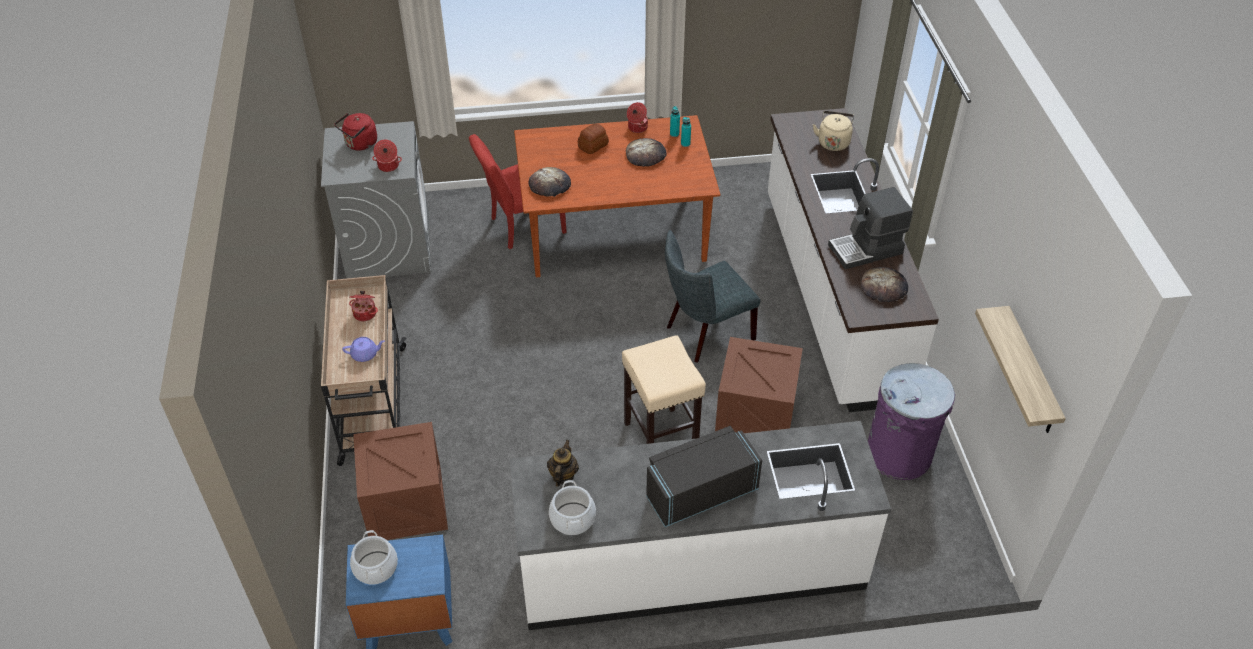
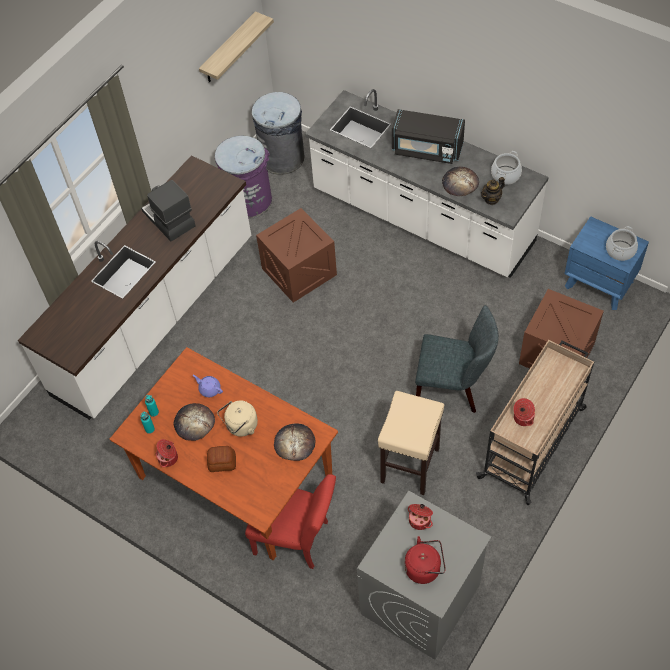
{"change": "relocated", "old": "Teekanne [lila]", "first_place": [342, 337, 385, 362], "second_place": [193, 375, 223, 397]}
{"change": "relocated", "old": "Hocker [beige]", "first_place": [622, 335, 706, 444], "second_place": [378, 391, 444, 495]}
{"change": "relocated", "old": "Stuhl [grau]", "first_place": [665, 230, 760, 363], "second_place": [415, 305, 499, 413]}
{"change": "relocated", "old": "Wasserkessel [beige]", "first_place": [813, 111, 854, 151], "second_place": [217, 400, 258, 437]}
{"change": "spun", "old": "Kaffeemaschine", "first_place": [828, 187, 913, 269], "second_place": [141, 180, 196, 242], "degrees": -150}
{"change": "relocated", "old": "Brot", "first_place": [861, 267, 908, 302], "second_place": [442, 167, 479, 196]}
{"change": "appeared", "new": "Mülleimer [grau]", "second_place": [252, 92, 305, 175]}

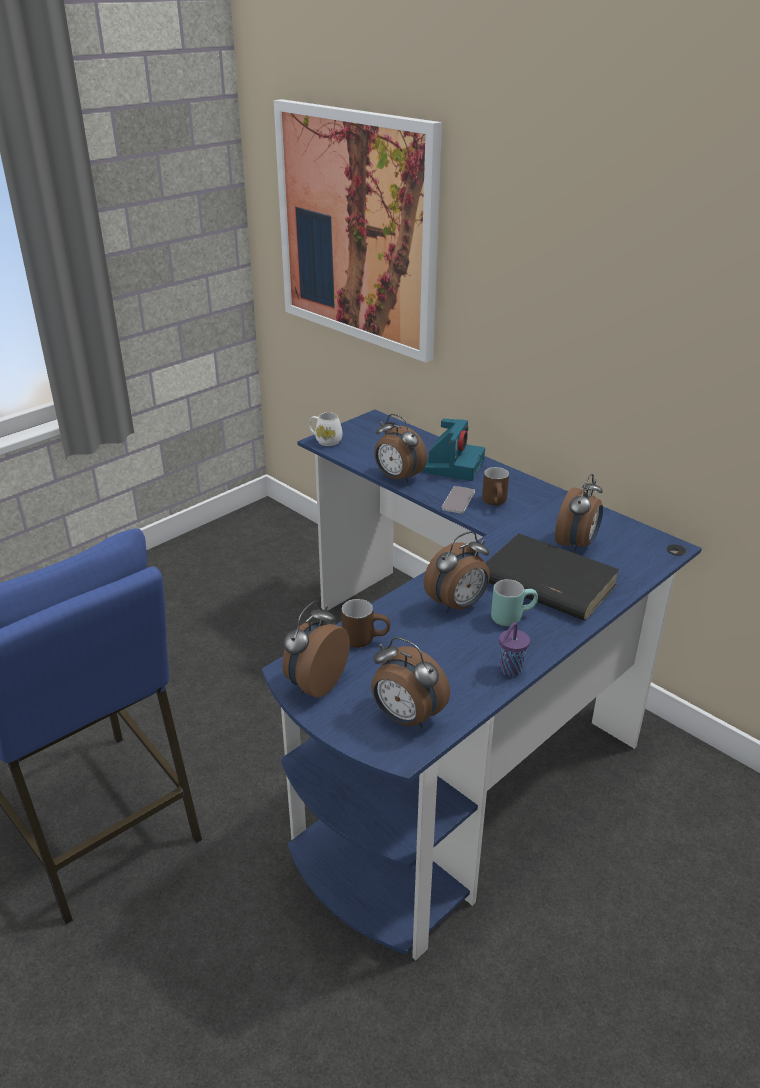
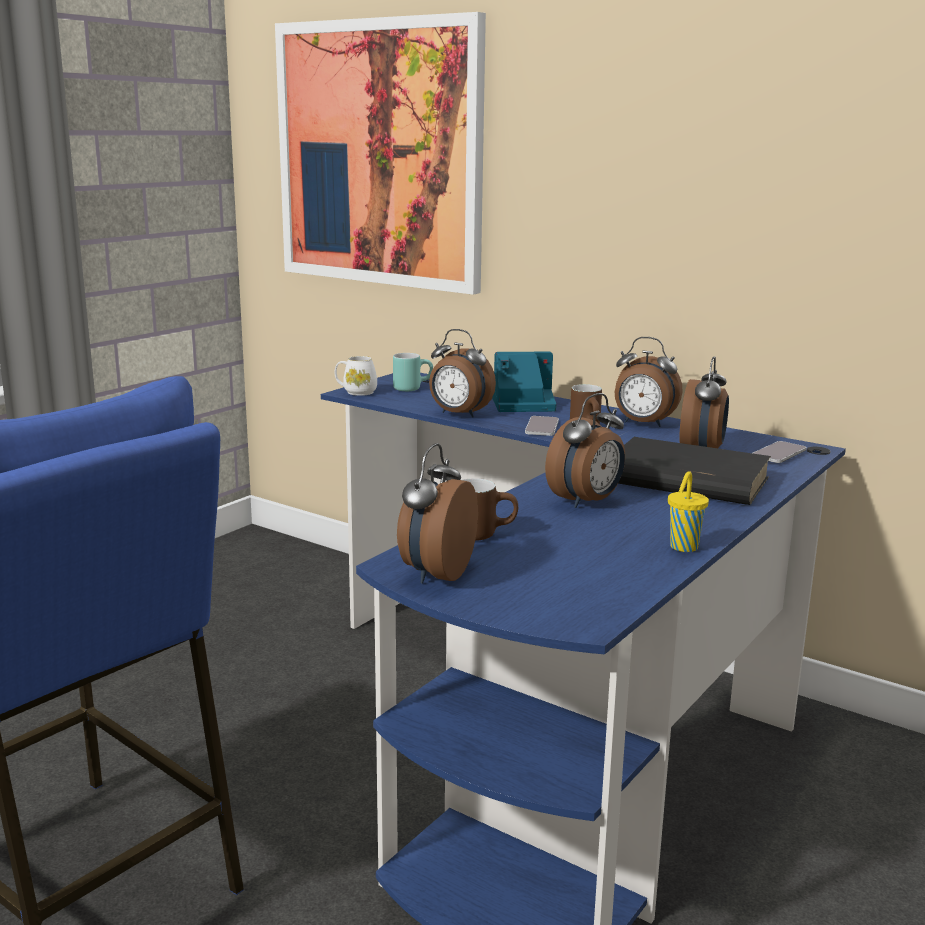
{"change": "relocated", "old": "Wecker", "first_place": [371, 637, 450, 729], "second_place": [615, 337, 683, 427]}
{"change": "spun", "old": "Kamera", "first_place": [422, 418, 485, 481], "second_place": [492, 352, 557, 412], "degrees": -105}
{"change": "relocated", "old": "Henkelbecher [türkis]", "first_place": [491, 579, 538, 626], "second_place": [393, 353, 433, 391]}
{"change": "colour", "old": "Tasse [lila]", "new": "Tasse [gelb]", "first_place": [499, 622, 530, 677], "second_place": [668, 471, 709, 552]}
{"change": "appeared", "new": "Handy", "second_place": [753, 441, 806, 463]}

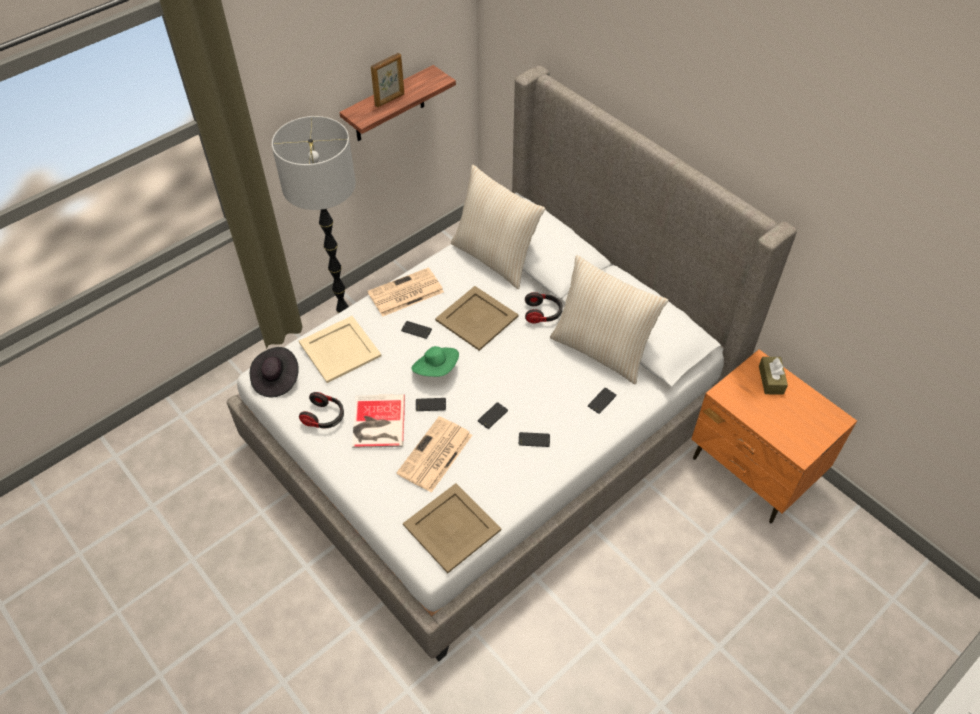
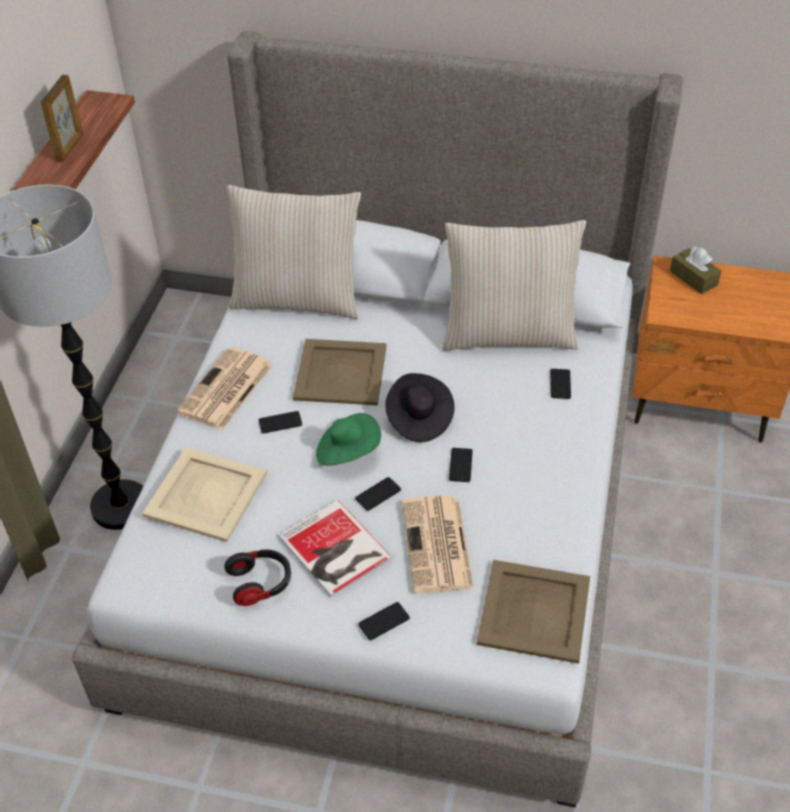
{"change": "relocated", "old": "Hut [schwarz]", "first_place": [250, 347, 299, 397], "second_place": [385, 373, 454, 442]}
{"change": "relocated", "old": "Handy", "first_place": [519, 432, 550, 447], "second_place": [358, 602, 410, 640]}
{"change": "missing", "old": "Kopfhörer", "first_place": [525, 292, 563, 323]}

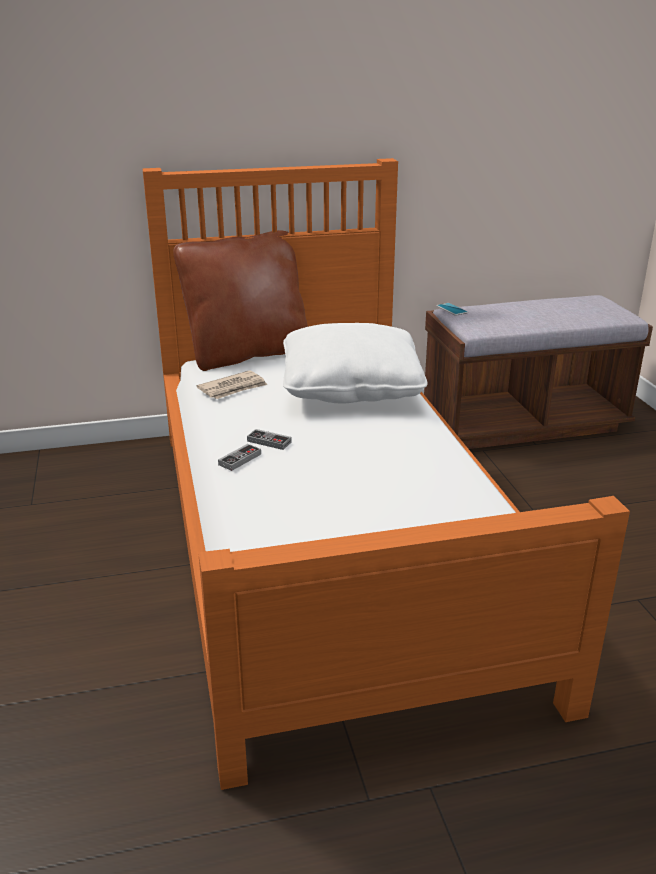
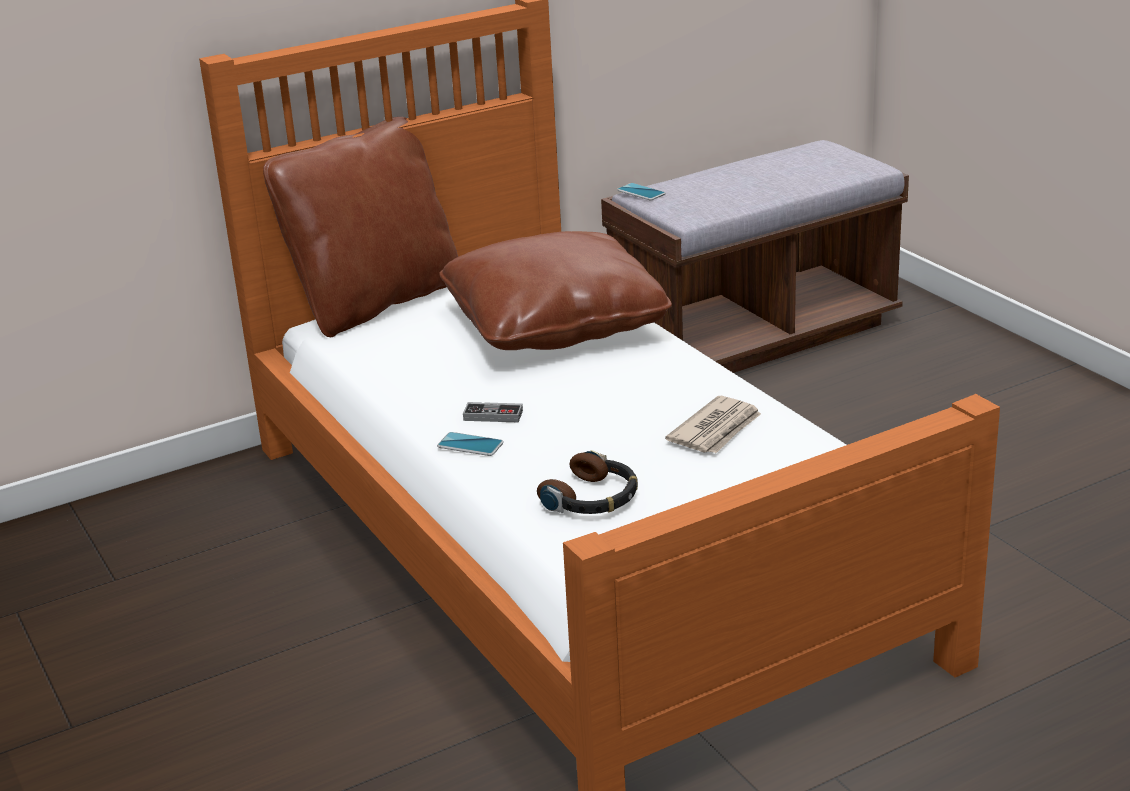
{"change": "relocated", "old": "Zeitung", "first_place": [196, 370, 268, 399], "second_place": [665, 396, 761, 453]}
{"change": "exchanged", "old": "Gamepad", "new": "Handy", "first_place": [218, 444, 261, 471], "second_place": [437, 432, 504, 456]}
{"change": "colour", "old": "Kissen [weiß]", "new": "Kissen [braun]", "first_place": [283, 323, 427, 404], "second_place": [439, 231, 672, 350]}
{"change": "appeared", "new": "Kopfhörer", "second_place": [537, 450, 638, 514]}

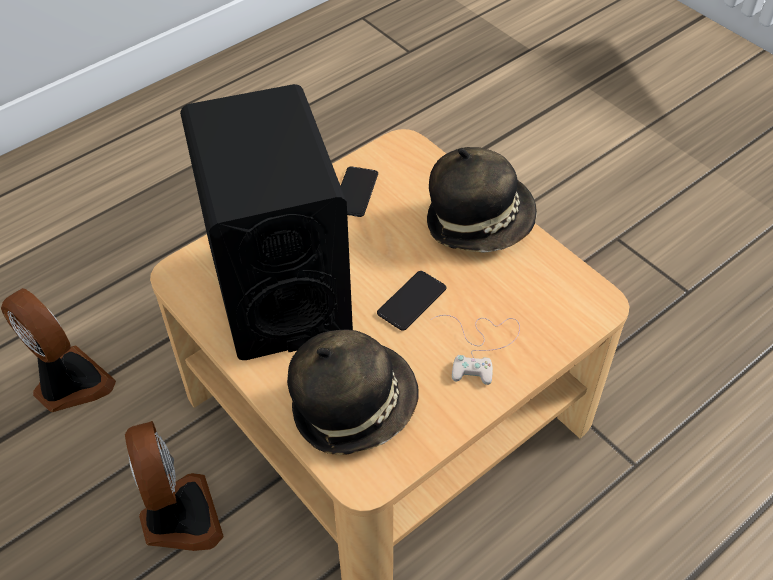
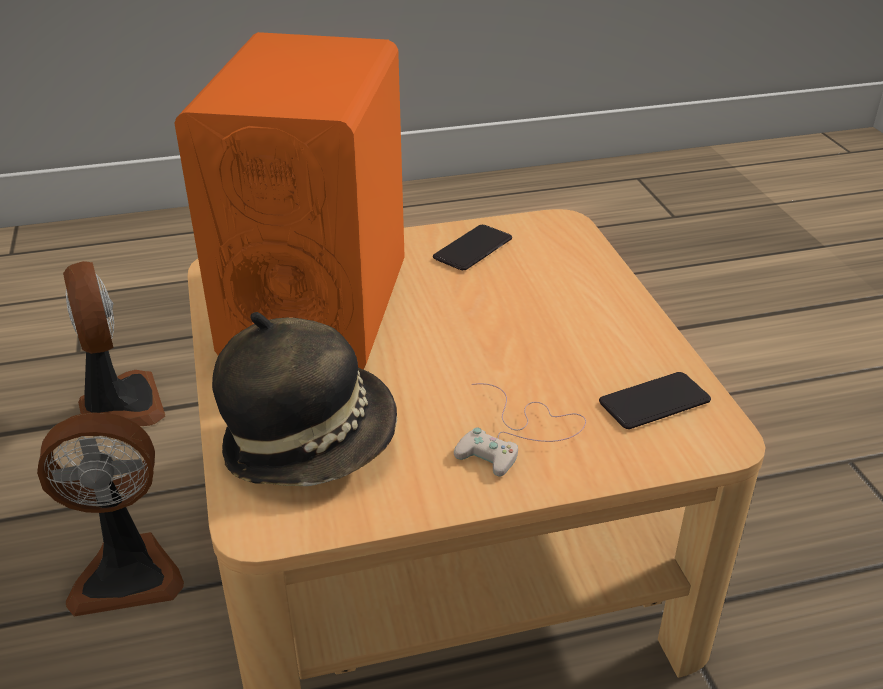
{"change": "spun", "old": "Ventilator", "first_place": [125, 421, 224, 551], "second_place": [37, 413, 184, 616], "degrees": 75}
{"change": "colour", "old": "Lautsprecher [schwarz]", "new": "Lautsprecher [orange]", "first_place": [180, 84, 353, 360], "second_place": [174, 32, 405, 369]}
{"change": "relocated", "old": "Handy", "first_place": [377, 271, 446, 331], "second_place": [599, 372, 711, 429]}
{"change": "missing", "old": "Hut", "first_place": [427, 147, 537, 252]}

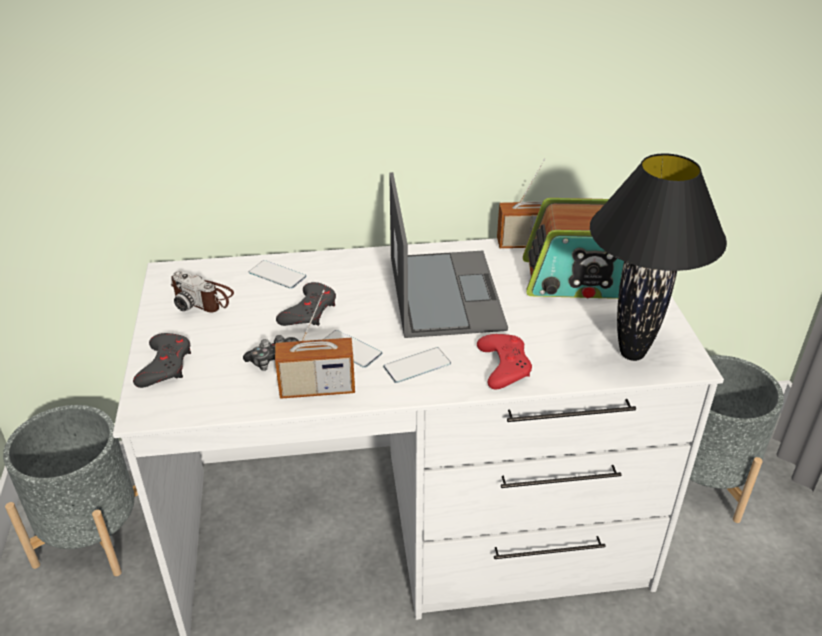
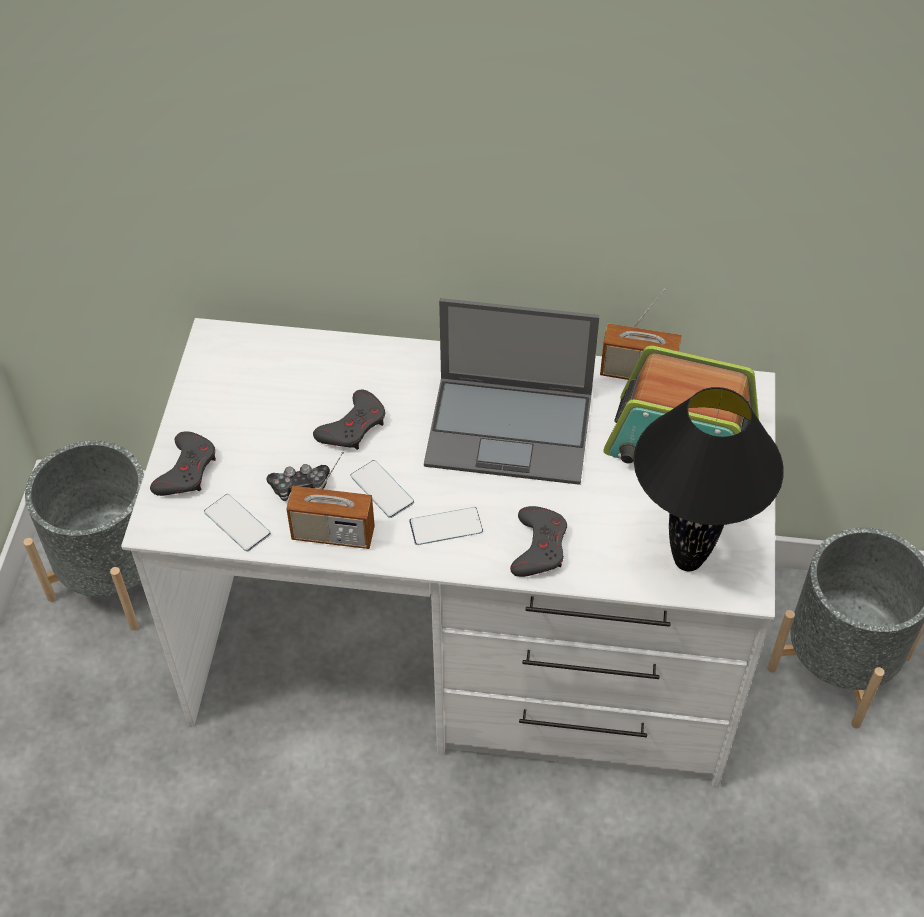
{"change": "missing", "old": "Kamera", "first_place": [171, 271, 234, 313]}
{"change": "relocated", "old": "Handy", "first_place": [249, 260, 307, 289], "second_place": [204, 494, 271, 552]}
{"change": "spun", "old": "Laptop", "first_place": [389, 172, 508, 338], "second_place": [424, 298, 600, 485], "degrees": 90}
{"change": "colour", "old": "Gamepad [rot]", "new": "Gamepad [grau]", "first_place": [477, 334, 532, 390], "second_place": [510, 506, 567, 577]}

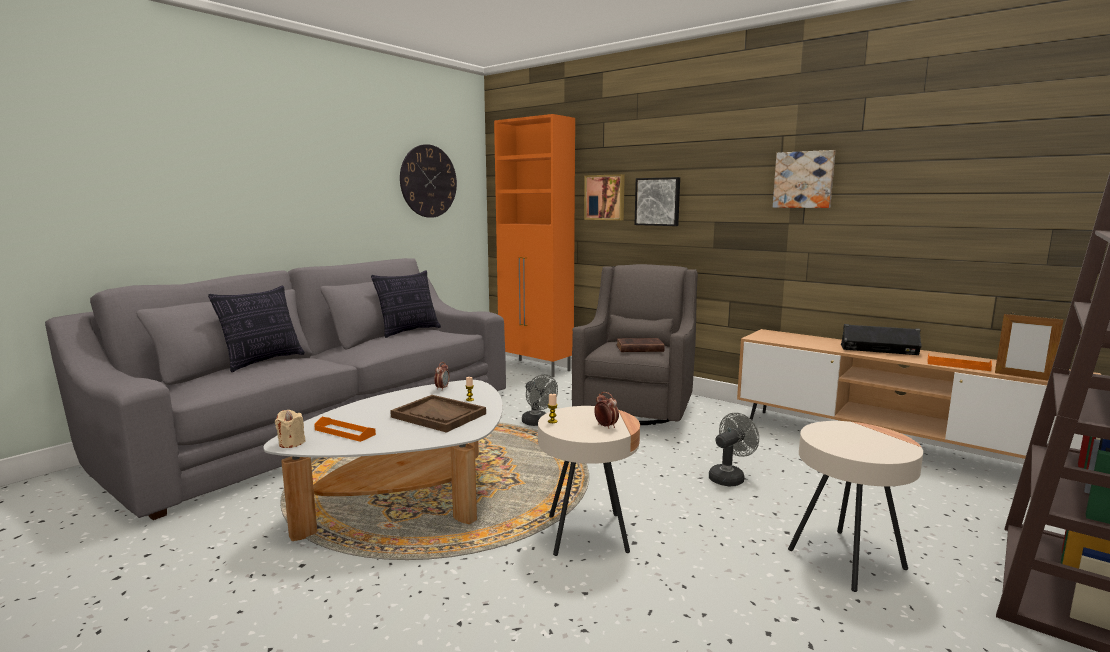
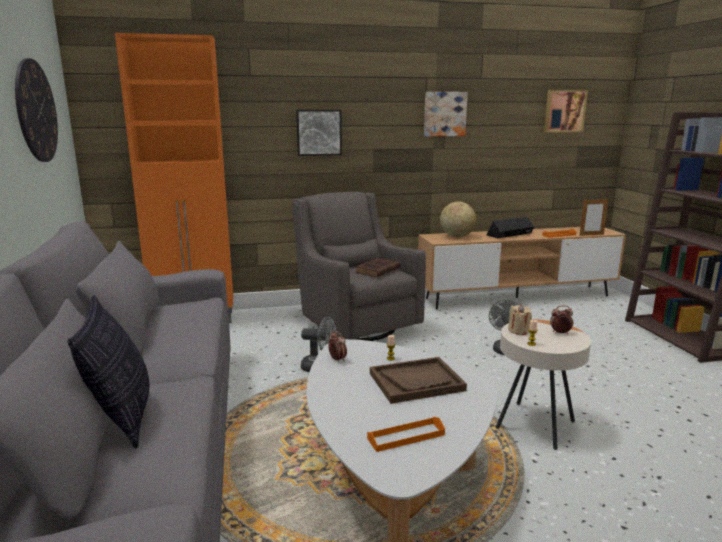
{"change": "relocated", "old": "Kerze [beige]", "first_place": [275, 410, 306, 448], "second_place": [508, 304, 532, 335]}
{"change": "missing", "old": "Kissen", "first_place": [371, 270, 441, 338]}
{"change": "relocated", "old": "Bild", "first_place": [584, 174, 625, 220], "second_place": [544, 90, 588, 133]}
{"change": "missing", "old": "Beistelltisch [beige]", "first_place": [788, 421, 923, 592]}
{"change": "appeared", "new": "Globus", "second_place": [440, 201, 476, 238]}

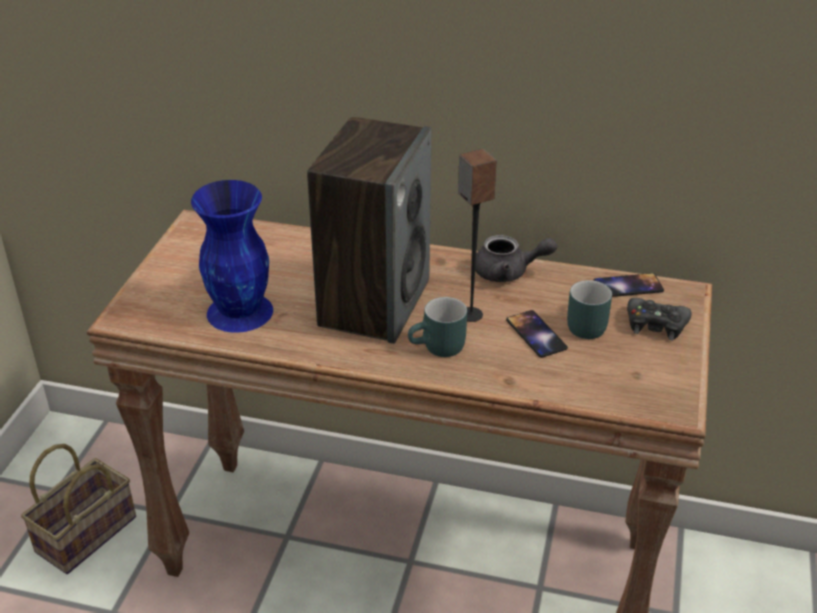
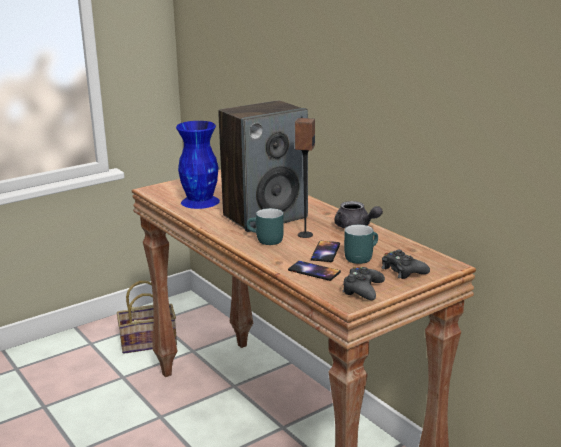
{"change": "relocated", "old": "Handy", "first_place": [593, 273, 664, 297], "second_place": [288, 261, 341, 281]}
{"change": "appeared", "new": "Gamepad [schwarz]", "second_place": [342, 267, 385, 300]}

